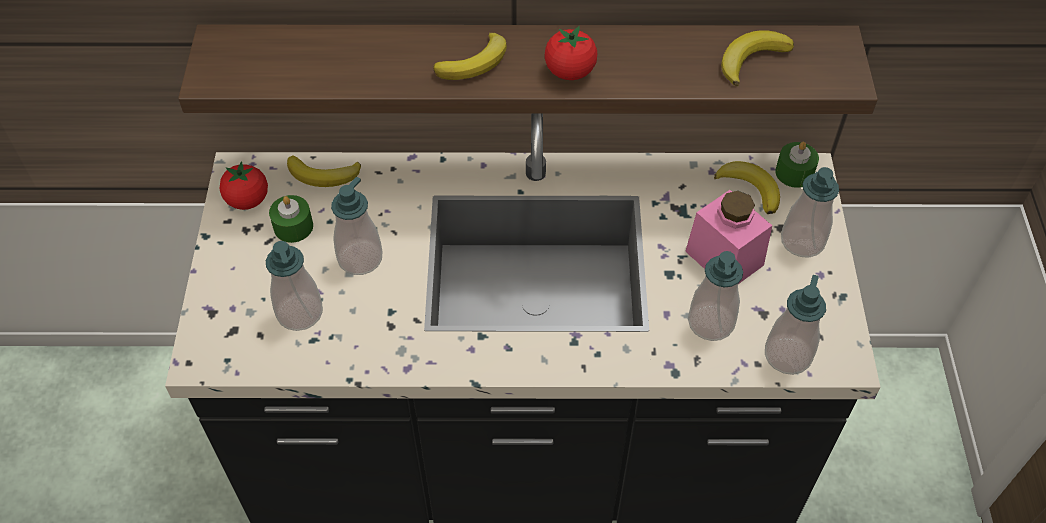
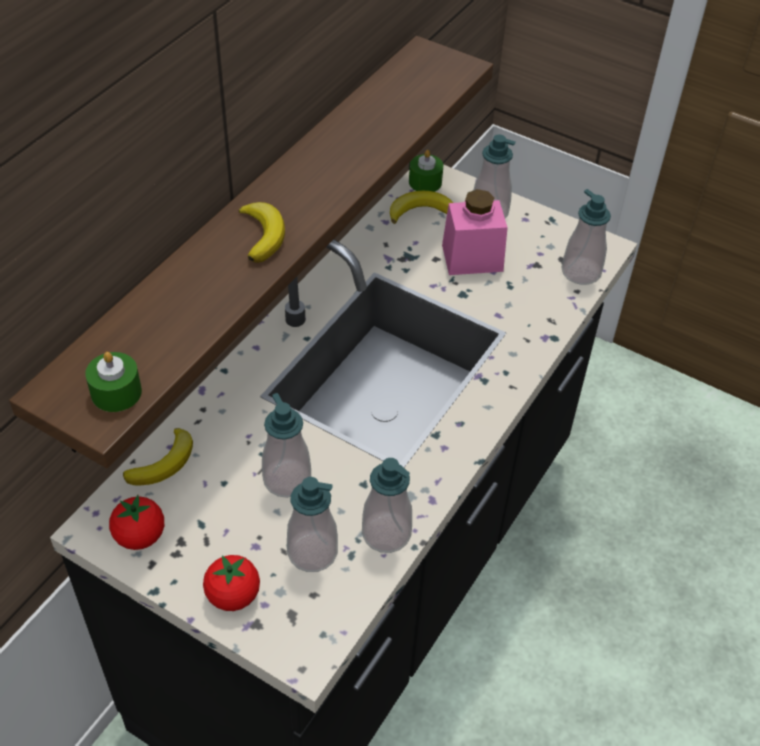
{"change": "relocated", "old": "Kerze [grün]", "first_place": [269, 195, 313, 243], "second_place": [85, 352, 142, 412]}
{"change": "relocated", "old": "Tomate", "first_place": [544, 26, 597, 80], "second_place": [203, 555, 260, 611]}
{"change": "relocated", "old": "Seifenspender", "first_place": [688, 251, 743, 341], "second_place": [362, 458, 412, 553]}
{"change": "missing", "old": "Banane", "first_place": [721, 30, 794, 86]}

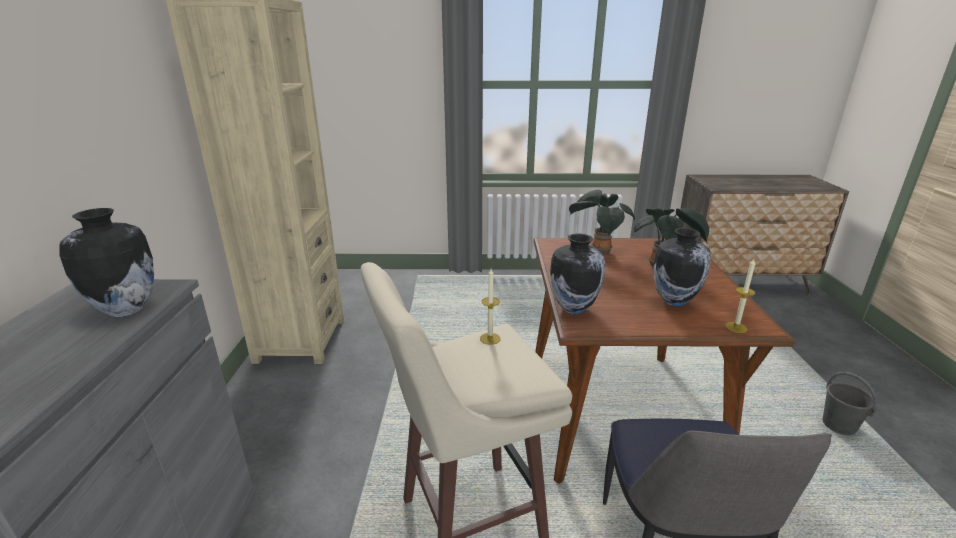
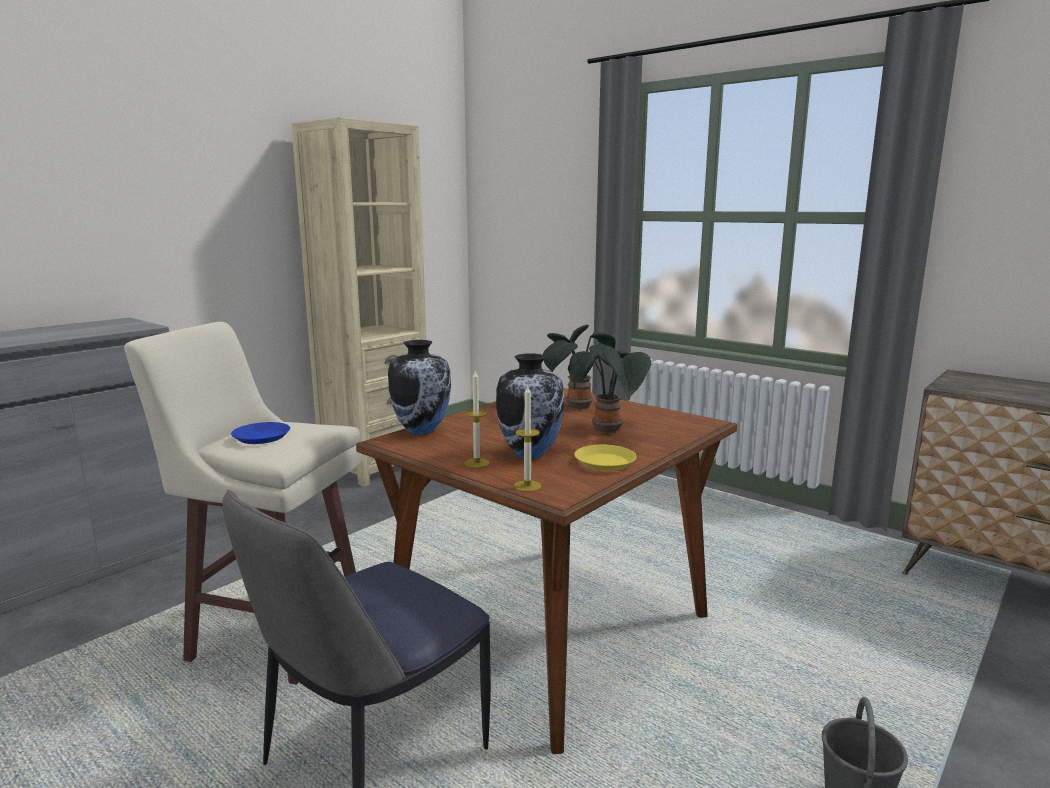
{"change": "missing", "old": "Vase", "first_place": [59, 208, 154, 317]}
{"change": "relocated", "old": "Kerze", "first_place": [480, 269, 501, 345], "second_place": [464, 371, 490, 468]}
{"change": "appeared", "new": "Teller [blau]", "second_place": [231, 422, 290, 444]}
{"change": "appeared", "new": "Teller [gelb]", "second_place": [574, 445, 637, 471]}

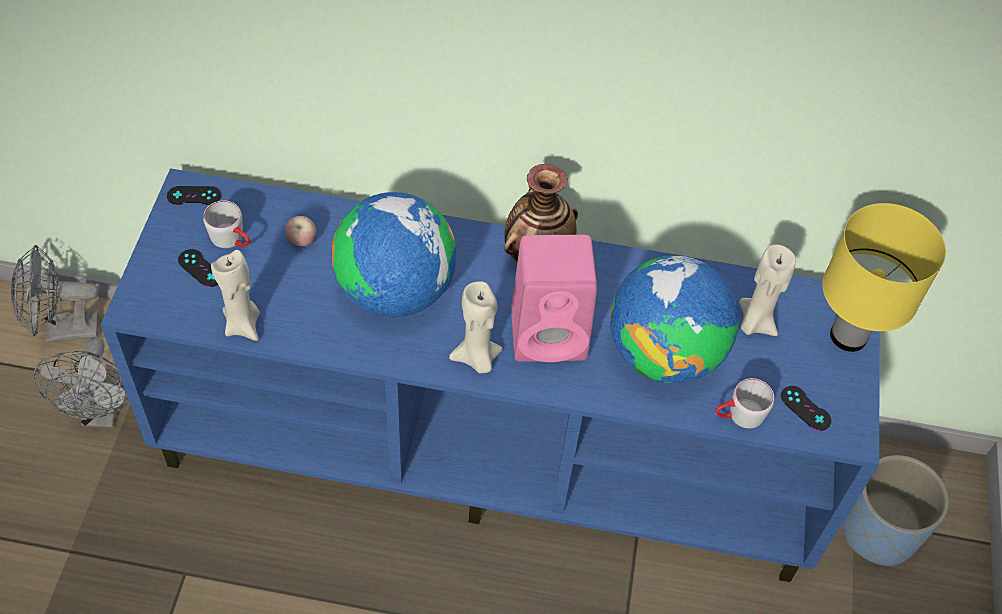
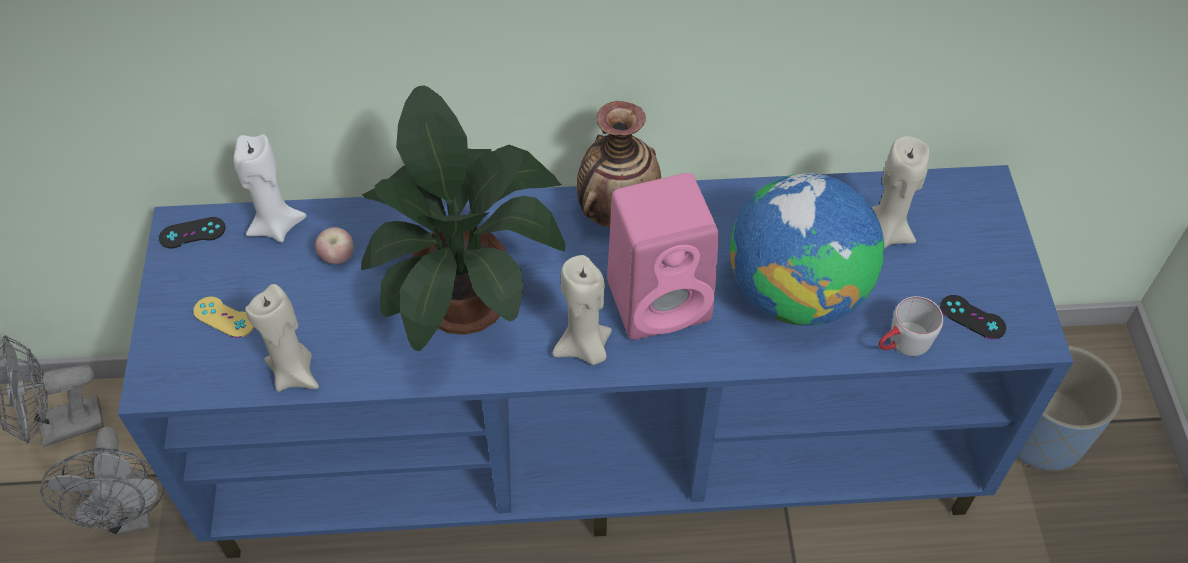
{"change": "colour", "old": "Gamepad [schwarz]", "new": "Gamepad [gelb]", "first_place": [178, 249, 218, 287], "second_place": [193, 297, 254, 338]}
{"change": "missing", "old": "Henkelbecher [grau]", "first_place": [203, 200, 250, 248]}
{"change": "exchanged", "old": "Globus", "new": "Topfpflanze", "first_place": [331, 192, 457, 317], "second_place": [361, 85, 565, 351]}
{"change": "missing", "old": "Tischlampe [gelb]", "first_place": [822, 203, 946, 352]}
{"change": "appeared", "new": "Kerze [weiß]", "second_place": [233, 134, 306, 243]}

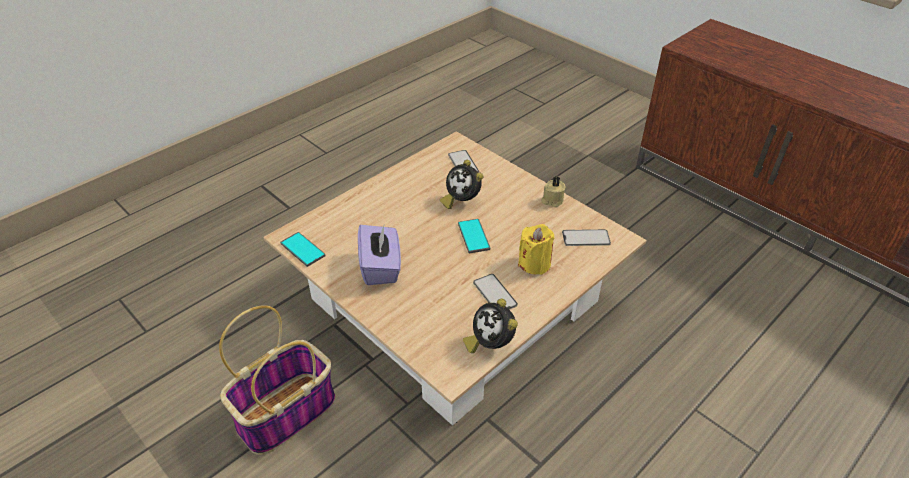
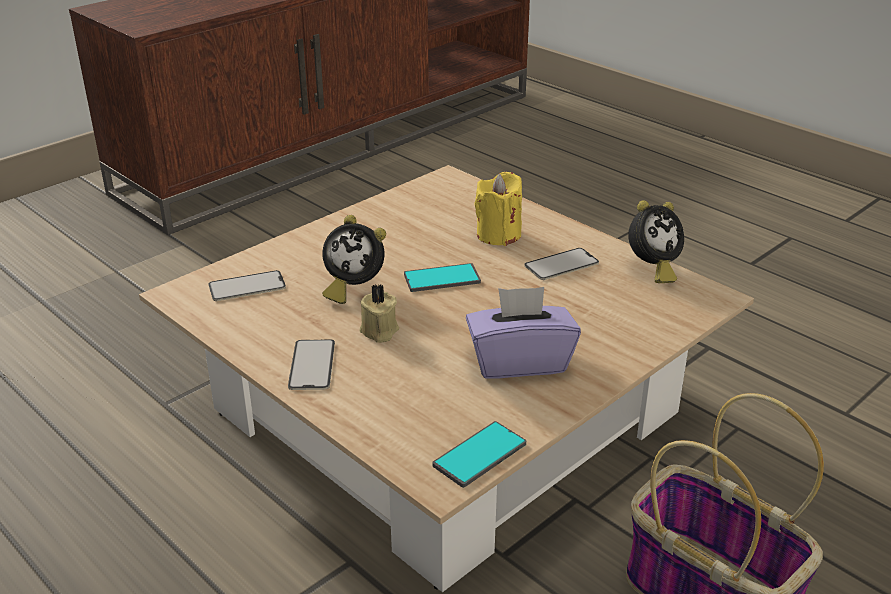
{"change": "spun", "old": "Wecker", "first_place": [440, 160, 483, 209], "second_place": [322, 215, 386, 304], "degrees": 60}
{"change": "relocated", "old": "Kerze [beige]", "first_place": [541, 176, 566, 207], "second_place": [359, 284, 399, 343]}
{"change": "relocated", "old": "Handy", "first_place": [562, 229, 611, 246], "second_place": [288, 339, 335, 390]}

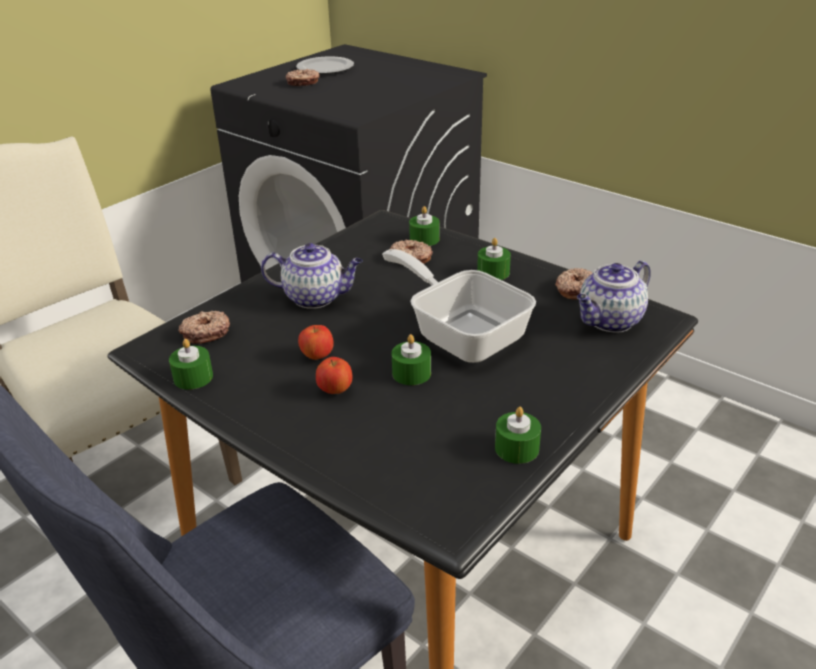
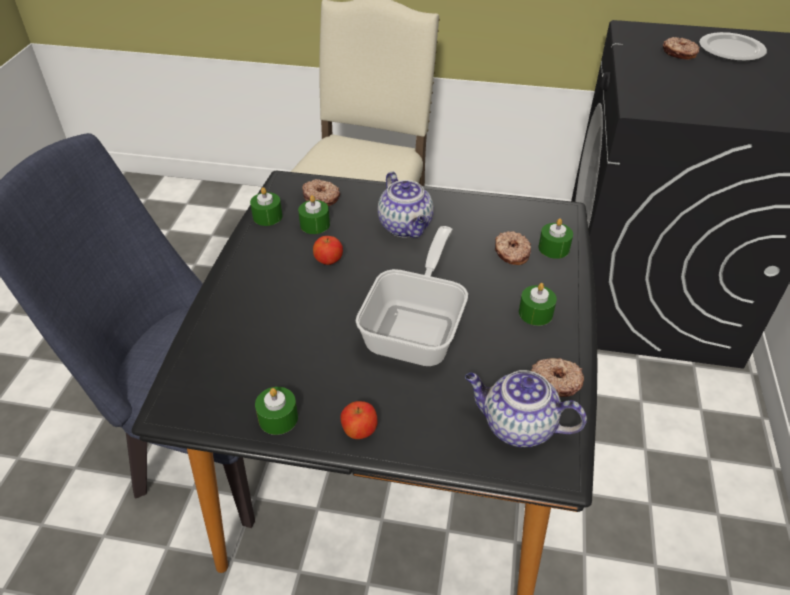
{"change": "relocated", "old": "Apfel", "first_place": [316, 357, 353, 394], "second_place": [340, 401, 378, 439]}
{"change": "relocated", "old": "Kerze [grün]", "first_place": [392, 334, 431, 385], "second_place": [298, 195, 330, 234]}

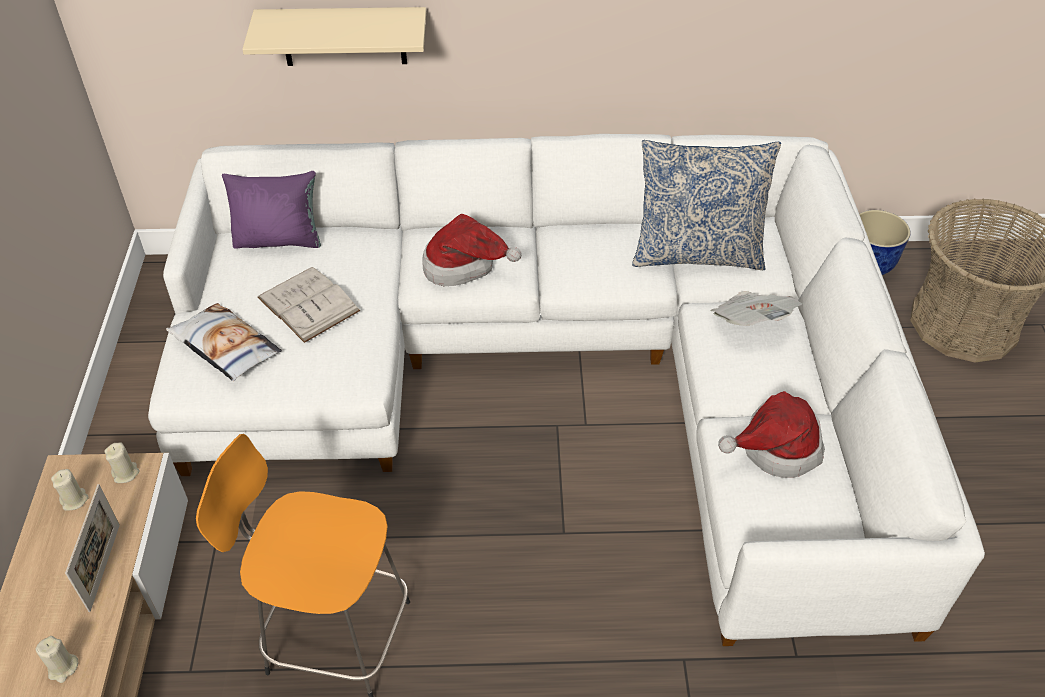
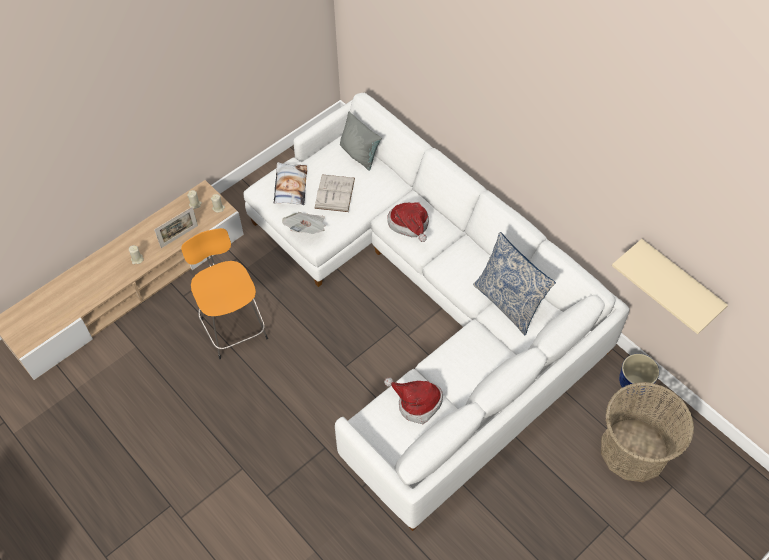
{"change": "colour", "old": "Kissen [lila]", "new": "Kissen [grau]", "first_place": [222, 171, 321, 249], "second_place": [340, 112, 382, 171]}
{"change": "relocated", "old": "Wandregal [beige]", "first_place": [242, 7, 426, 66], "second_place": [612, 239, 728, 334]}
{"change": "relocated", "old": "Zeitung", "first_place": [710, 291, 802, 326], "second_place": [282, 212, 326, 234]}

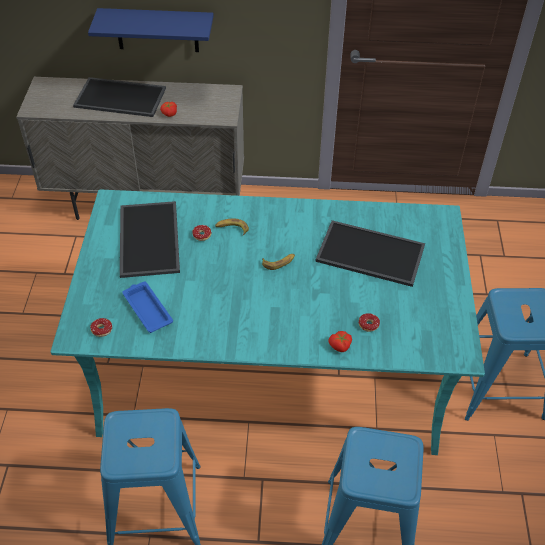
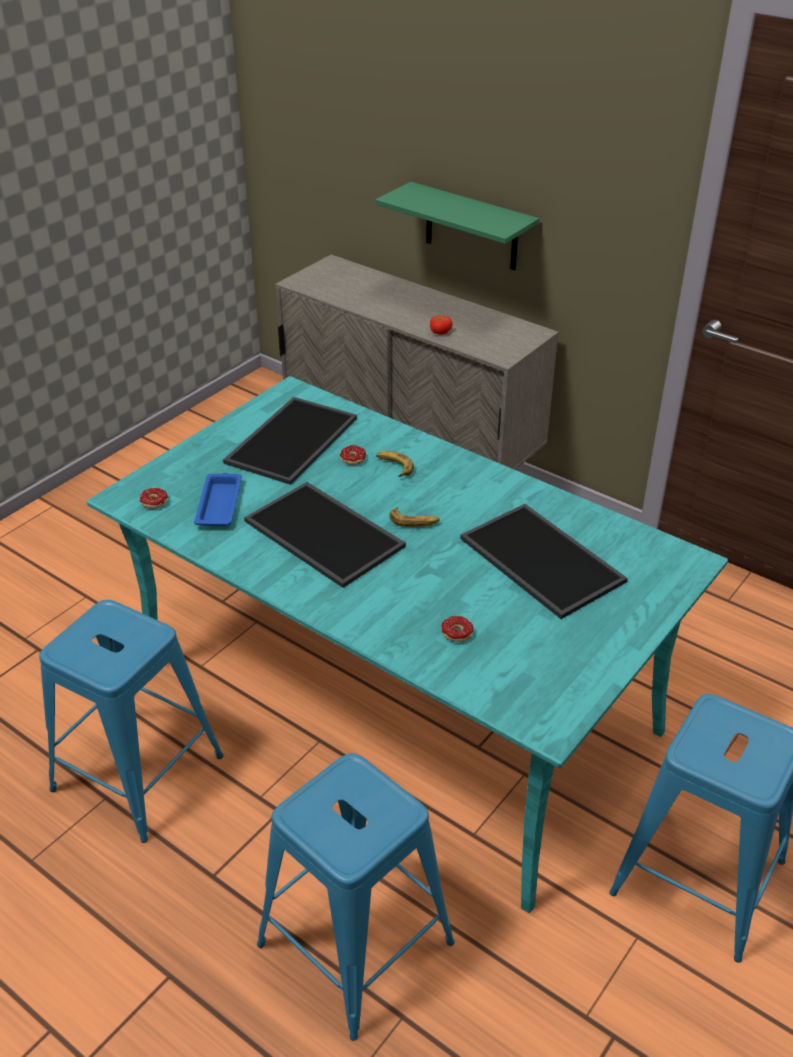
{"change": "relocated", "old": "Tablett", "first_place": [73, 77, 166, 117], "second_place": [244, 482, 406, 588]}
{"change": "colour", "old": "Wandregal [blau]", "new": "Wandregal [grün]", "first_place": [88, 8, 214, 52], "second_place": [375, 182, 539, 270]}
{"change": "missing", "old": "Tomate", "first_place": [328, 331, 352, 352]}

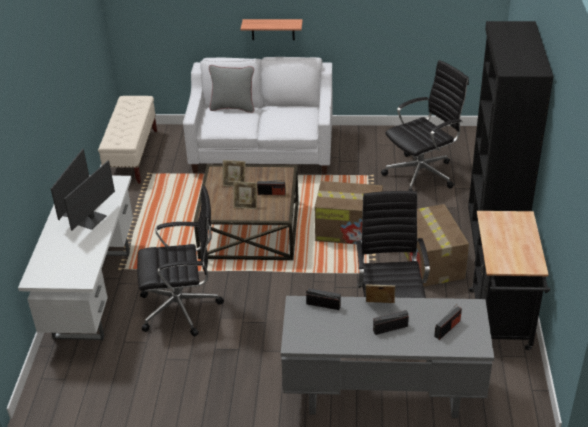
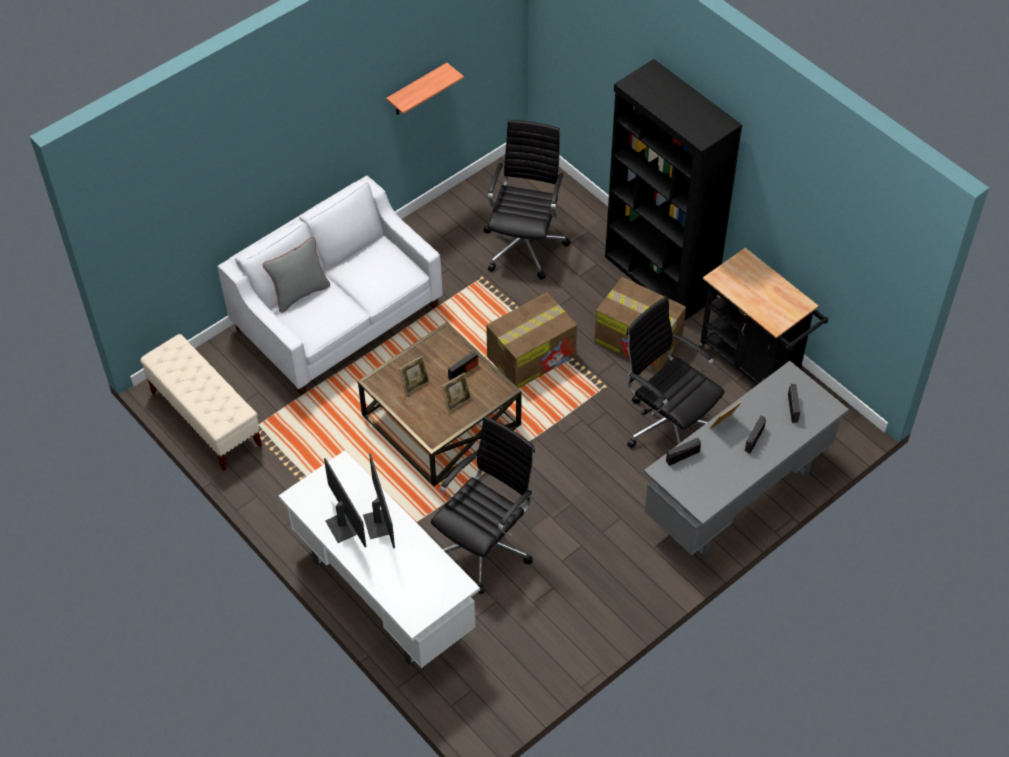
{"change": "relocated", "old": "Wandregal", "first_place": [241, 19, 303, 40], "second_place": [386, 63, 464, 115]}

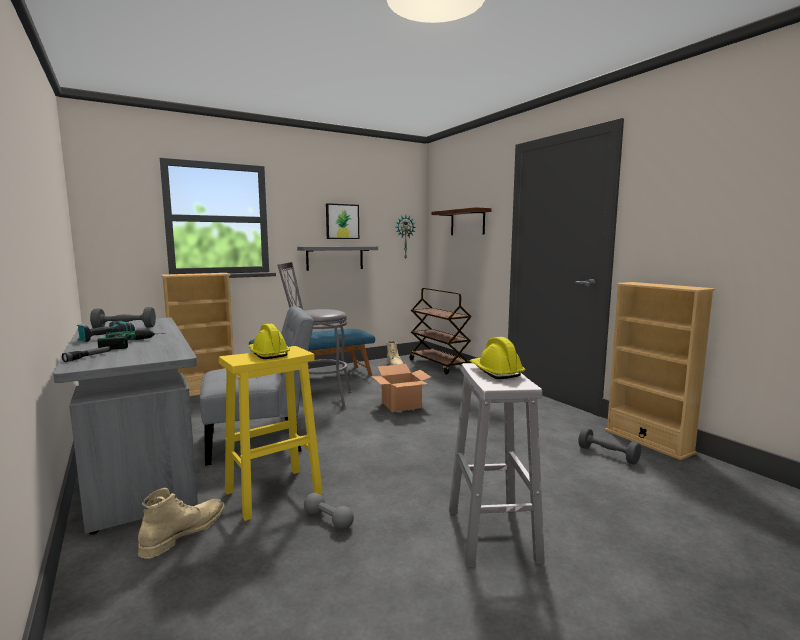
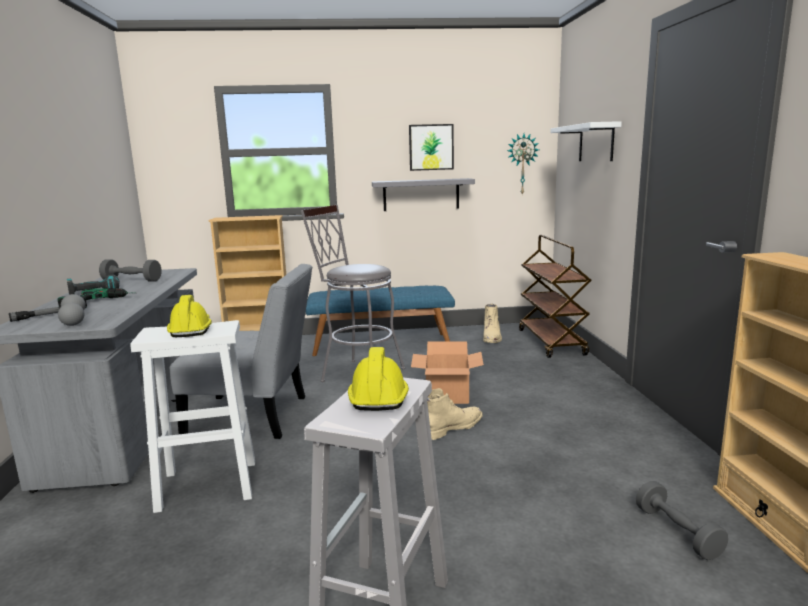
{"change": "relocated", "old": "Stiefel [beige]", "first_place": [138, 488, 225, 559], "second_place": [427, 388, 483, 440]}
{"change": "colour", "old": "Hocker [gelb]", "new": "Hocker [weiß]", "first_place": [219, 346, 323, 521], "second_place": [130, 320, 255, 513]}
{"change": "relocated", "old": "Hantel [grau]", "first_place": [304, 493, 354, 530], "second_place": [58, 294, 86, 326]}
{"change": "colour", "old": "Wandregal [braun]", "new": "Wandregal [weiß]", "first_place": [432, 207, 492, 235], "second_place": [550, 121, 622, 161]}

